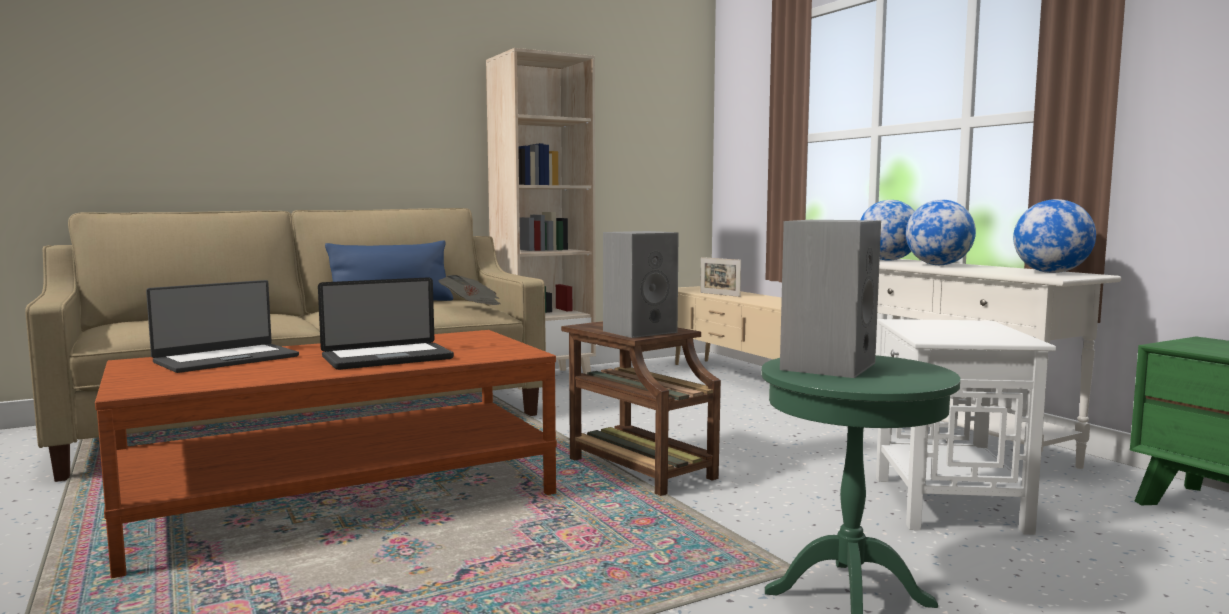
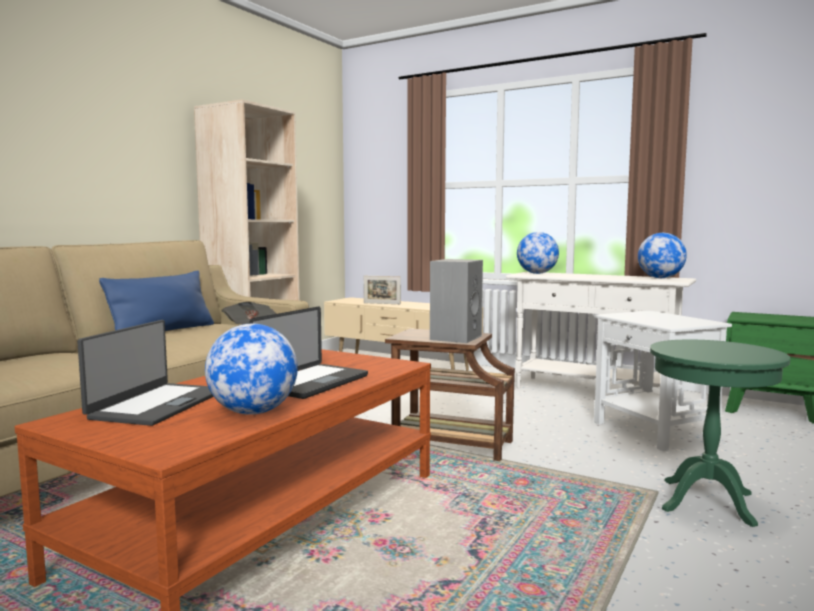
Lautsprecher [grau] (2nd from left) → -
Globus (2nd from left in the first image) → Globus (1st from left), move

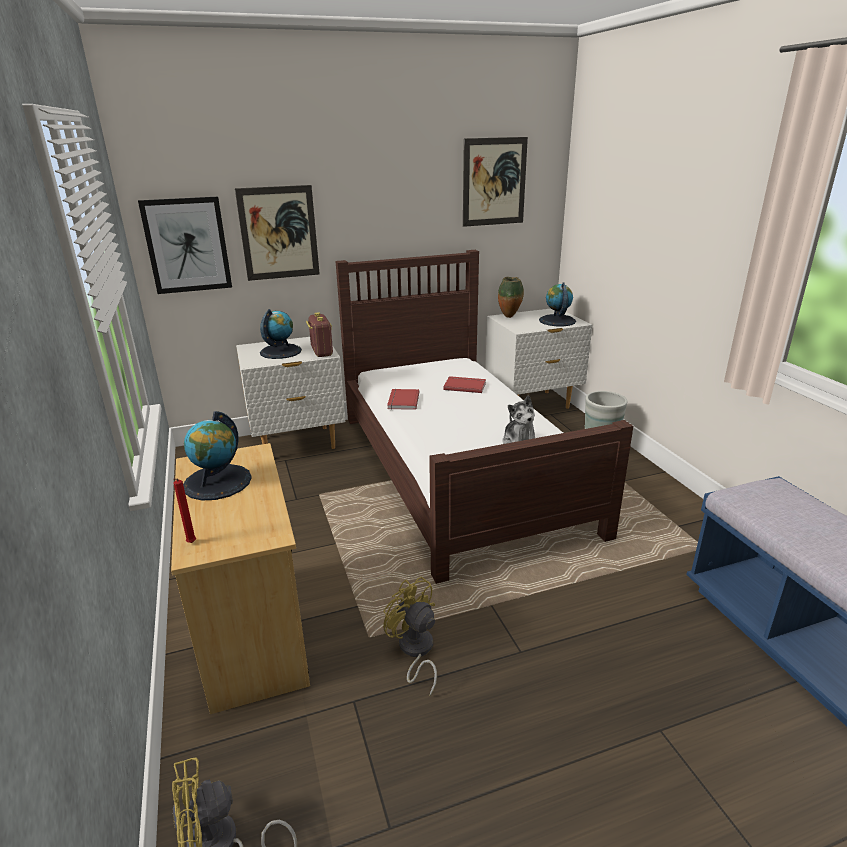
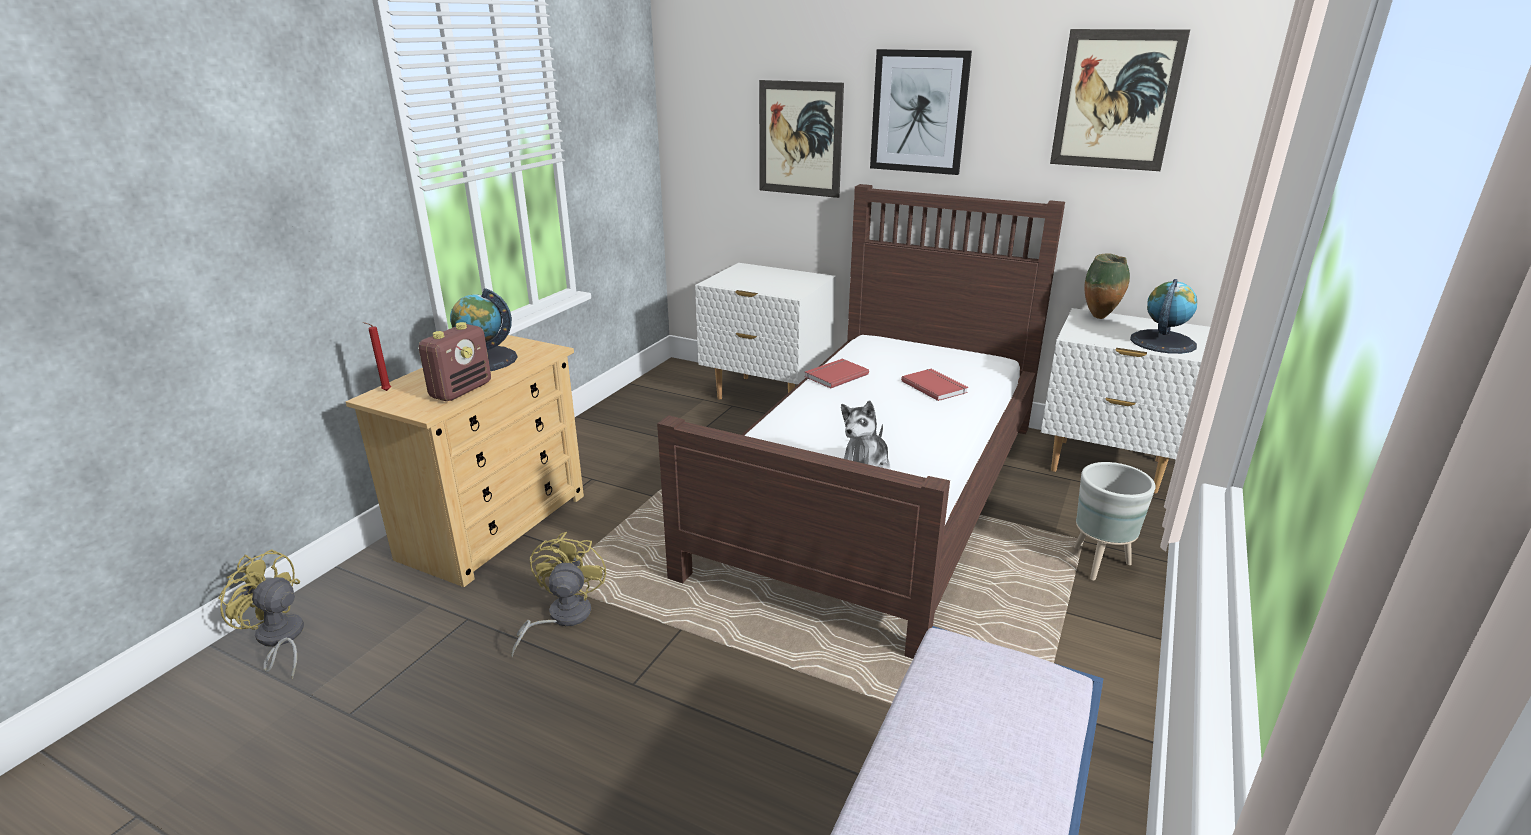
Globus (2nd from left) → -
Bild (1st from left in the first image) → Bild (2nd from left), move
Radio, move

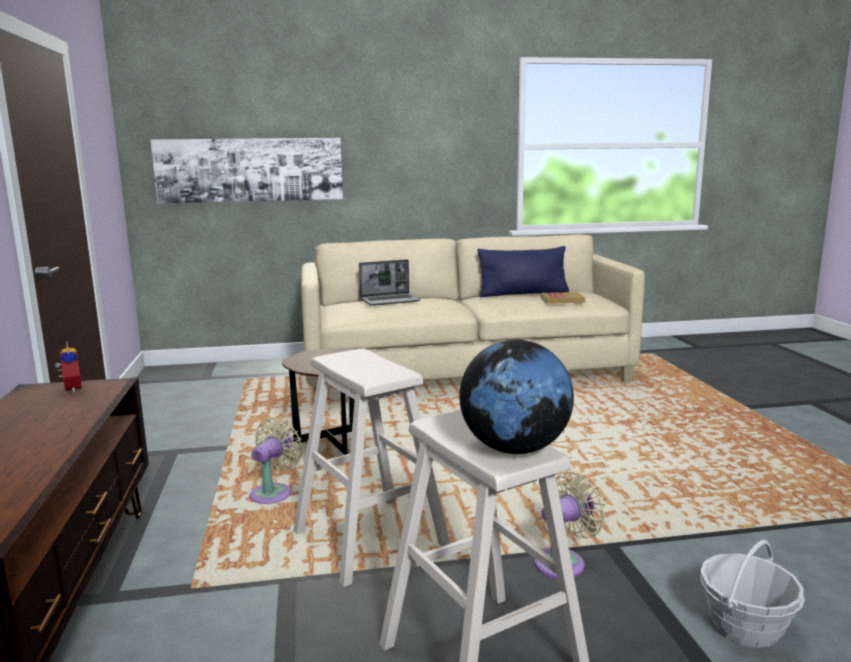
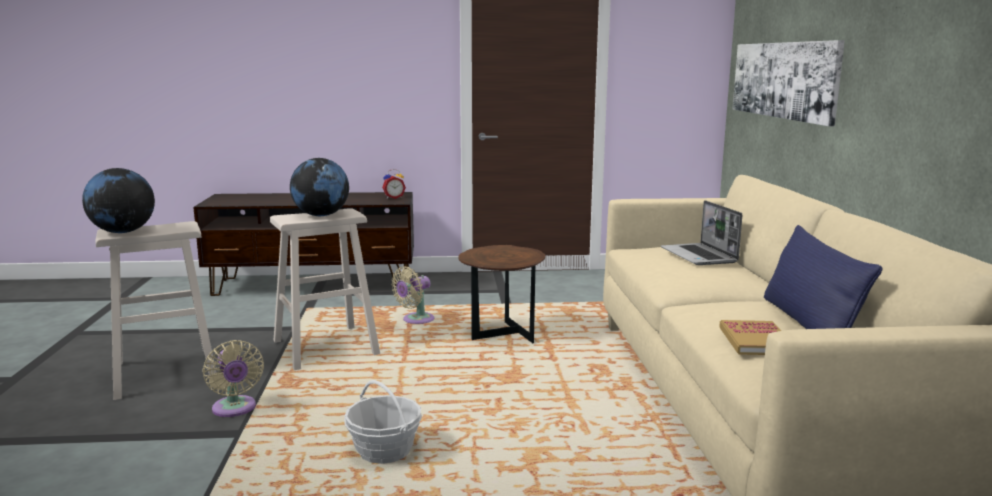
- → Globus (2nd from left)
Korb, move
Ventilator [beige] (1st from left in the first image) → Ventilator [beige] (2nd from left), 105 degrees clockwise

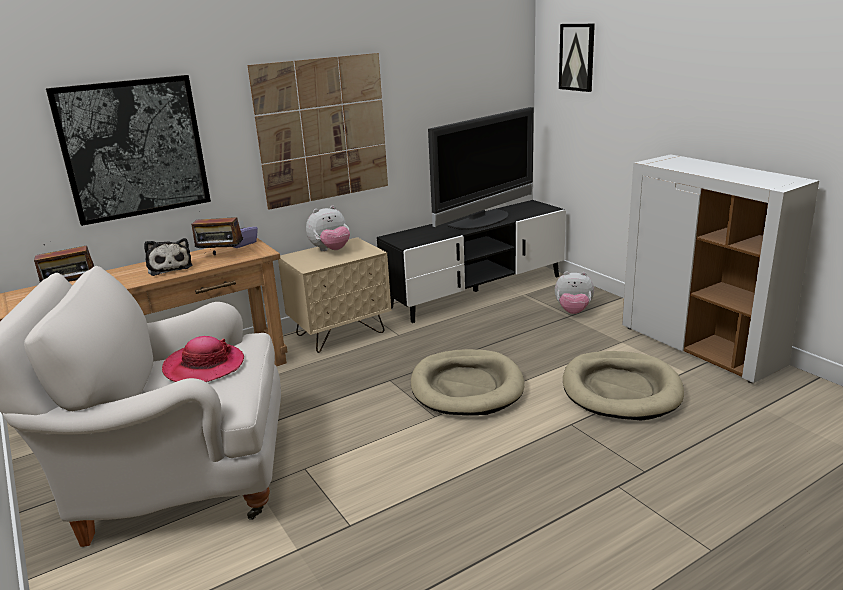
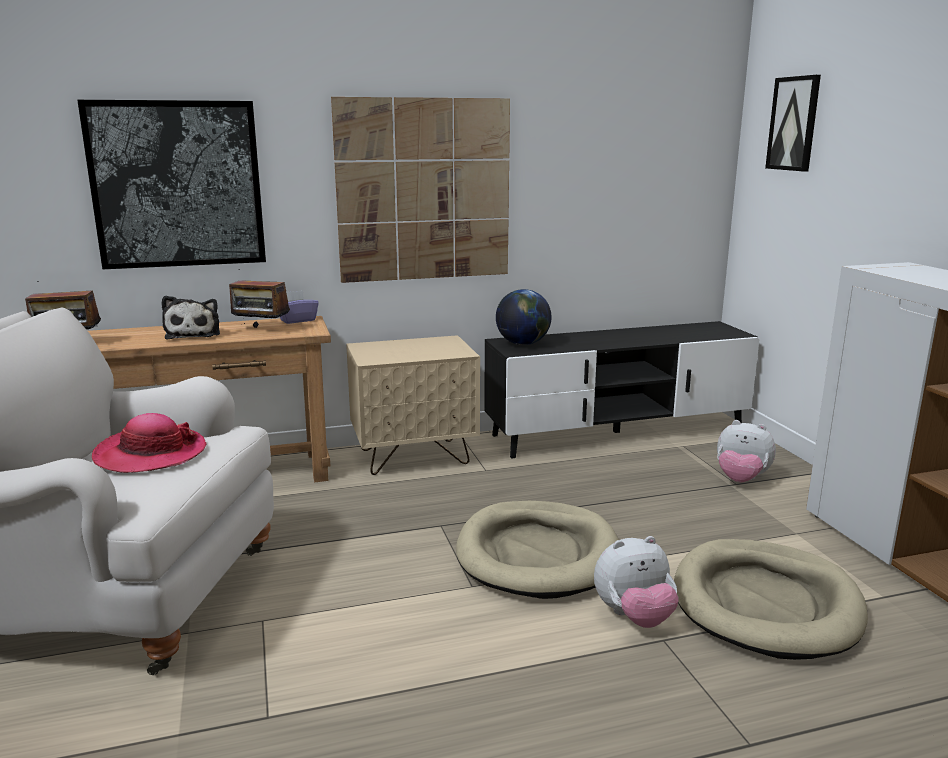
Fernseher → -
- → Globus
Plüschtier (2nd from left), move

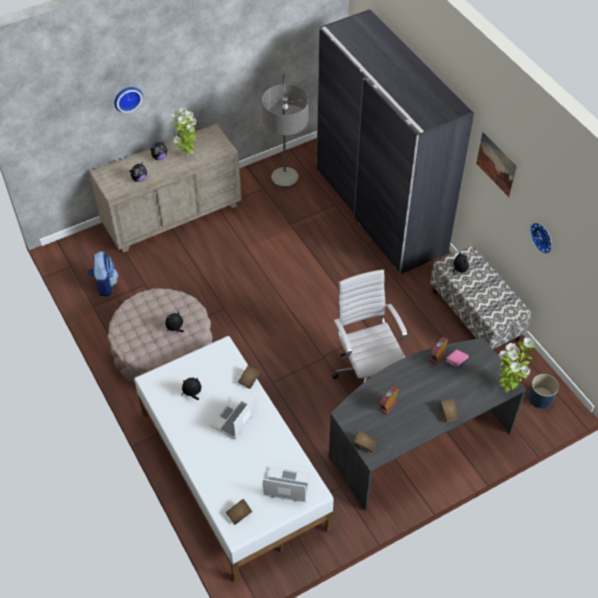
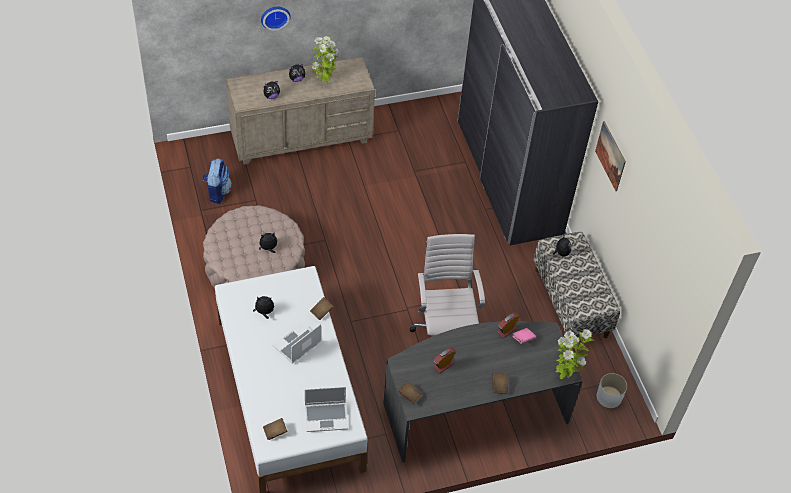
Stehlampe → -
Wanduhr (2nd from left) → -
Pflanzkübel [blau] → Pflanzkübel [weiß]
Laptop (2nd from left), 150 degrees clockwise

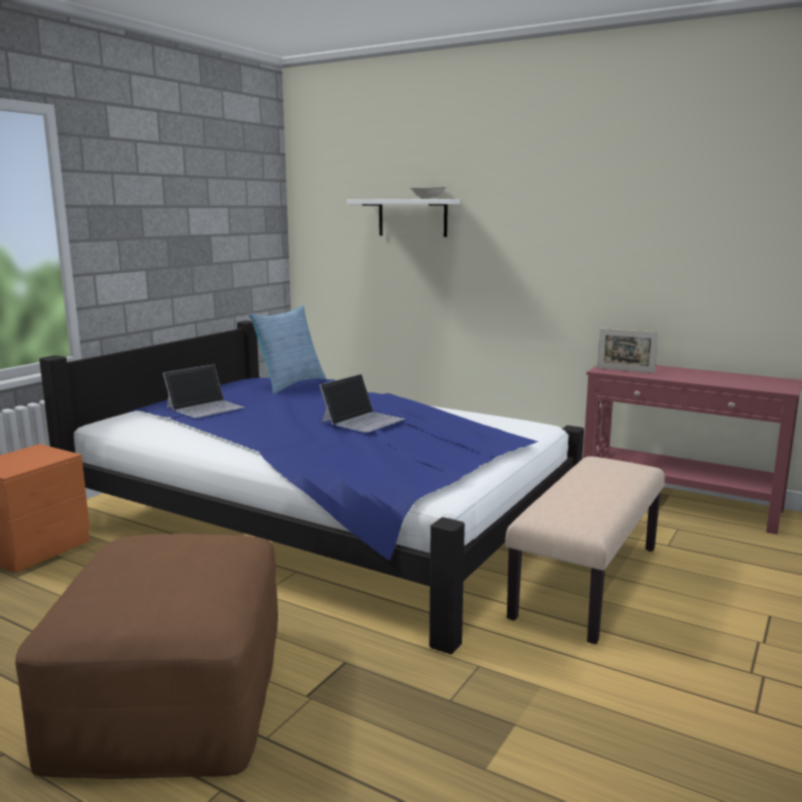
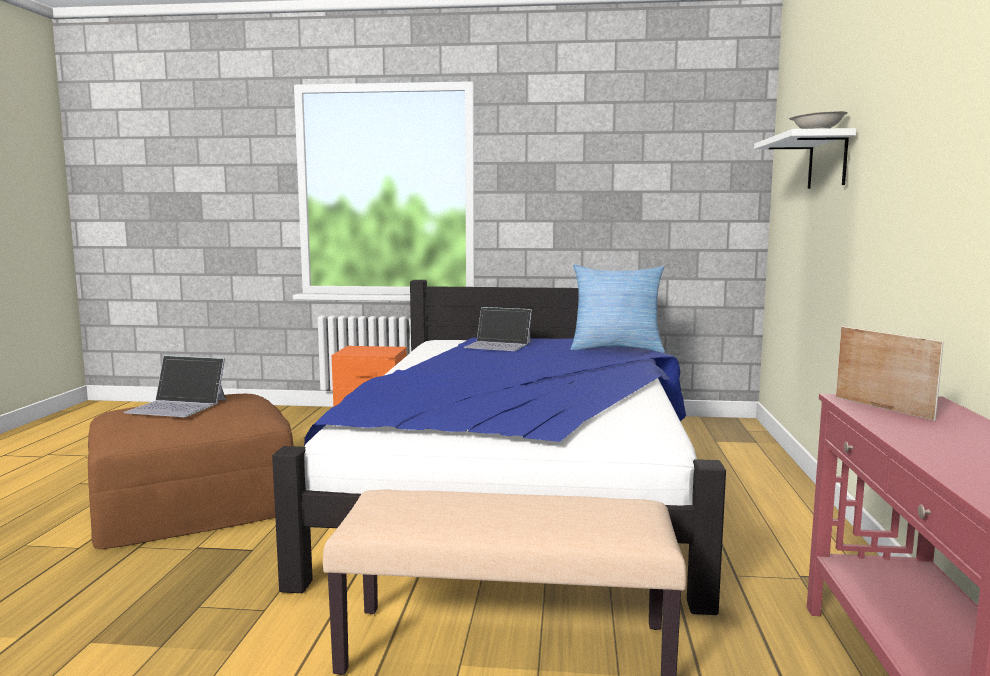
Laptop (2nd from left in the first image) → Laptop (1st from left), move
Bilderrahmen, 150 degrees clockwise

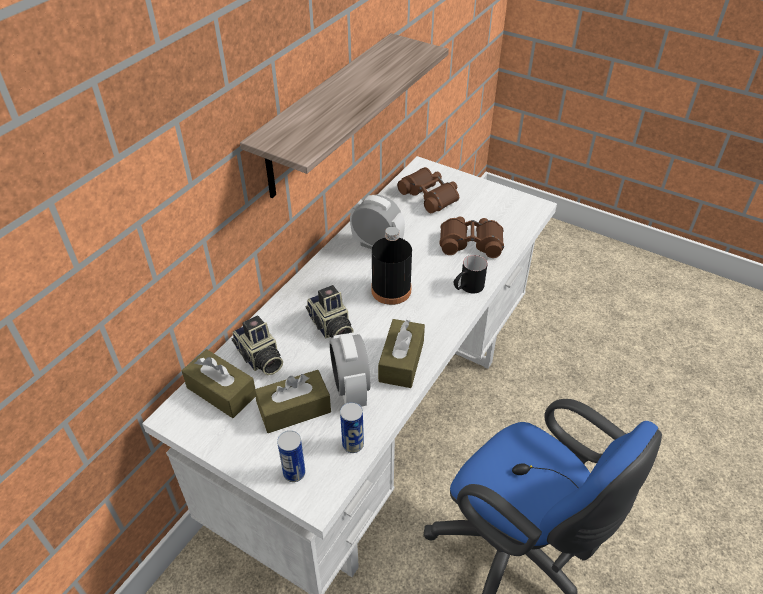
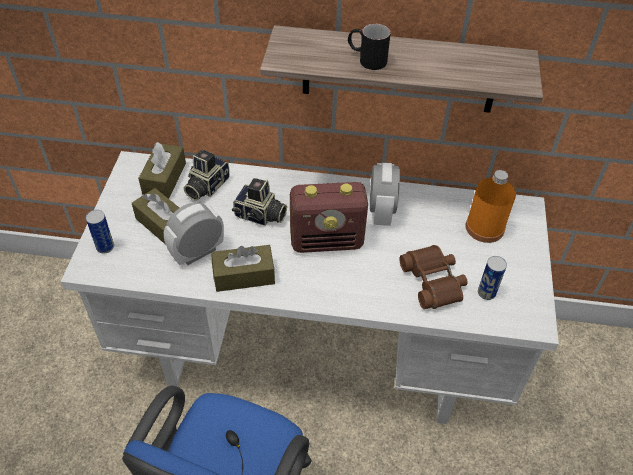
Dose (2nd from left), move
Henkelbecher [schwarz], move
Flasche [schwarz] → Radio
Fernglas [braun] (1st from left) → Flasche [orange]
Kamera (2nd from left), 105 degrees counterclockwise

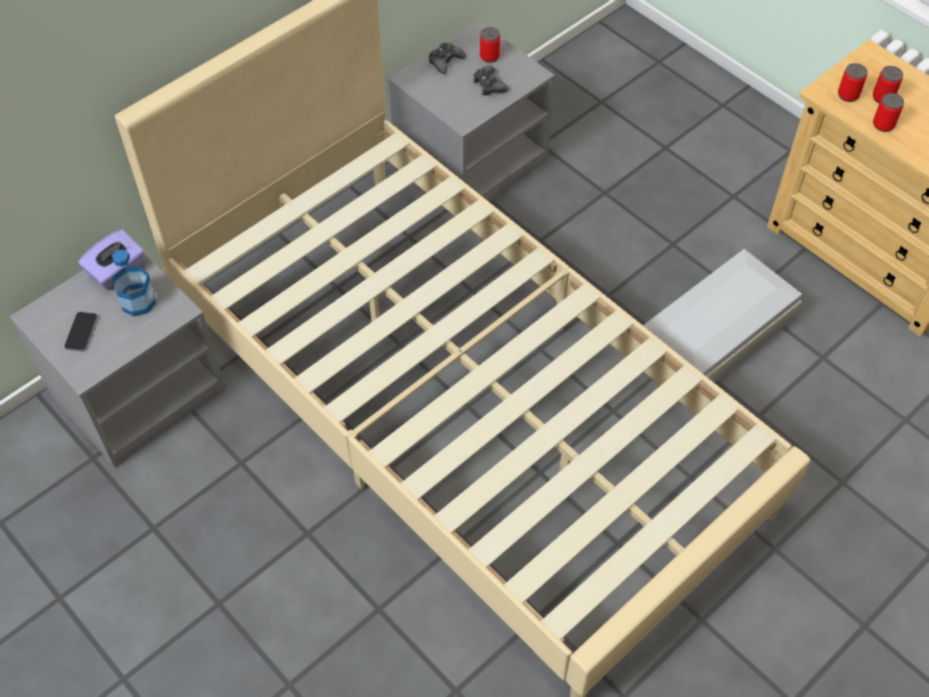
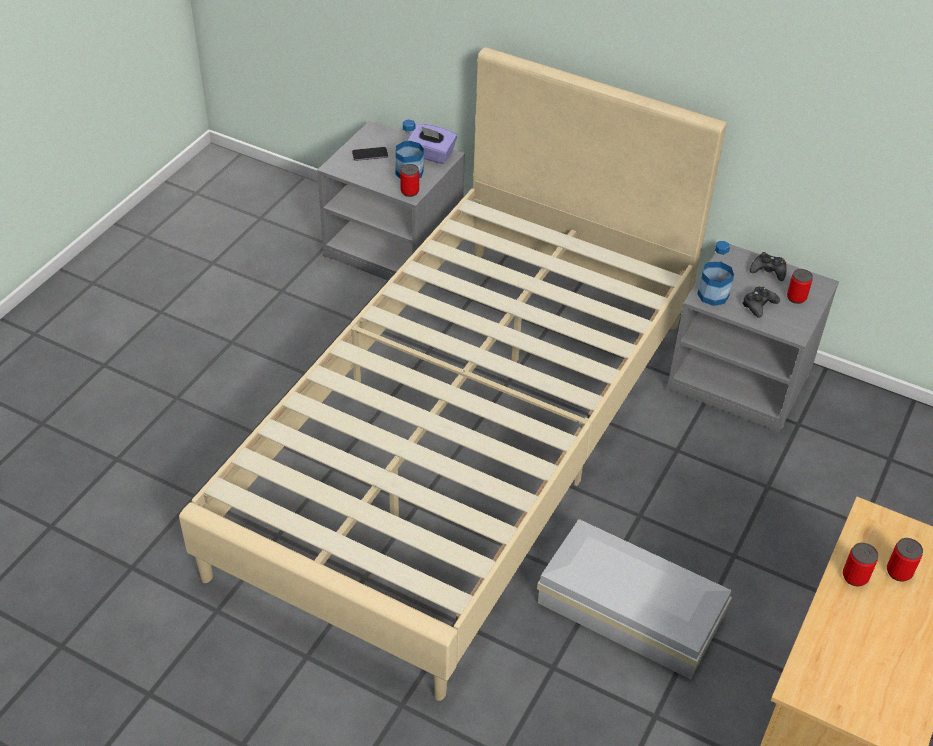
- → Flasche (2nd from left)
Dose (2nd from left in the first image) → Dose (1st from left), move

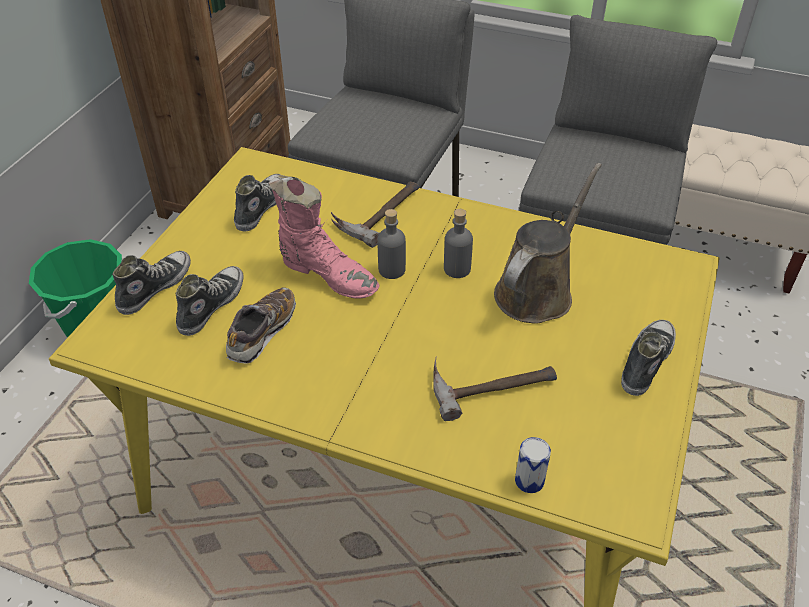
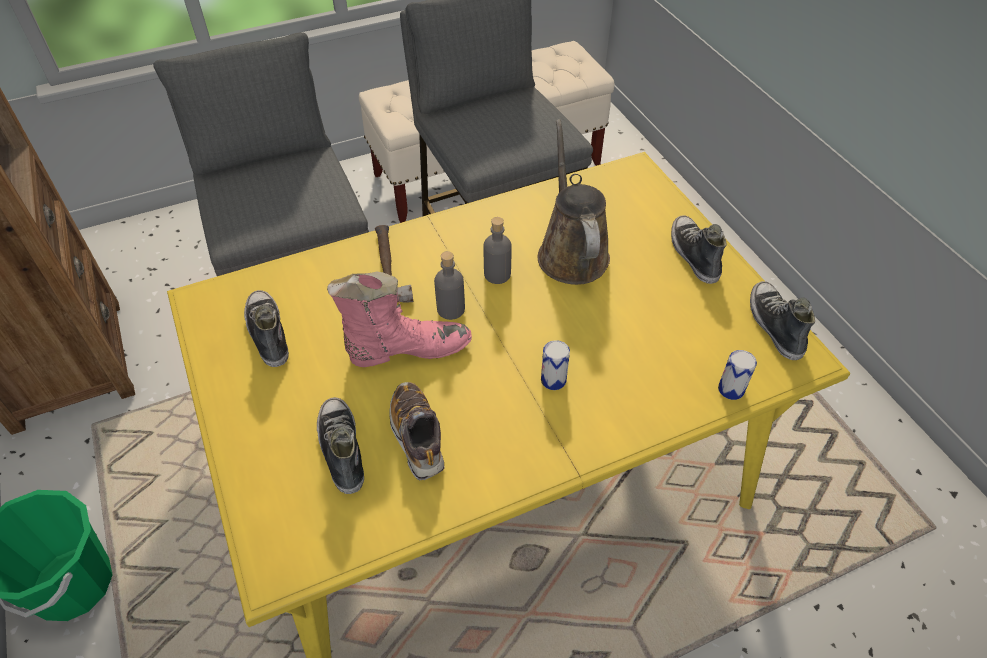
Hammer (2nd from left) → -
- → Dose (1st from left)
Schuh (1st from left in the first image) → Schuh (5th from left), move

